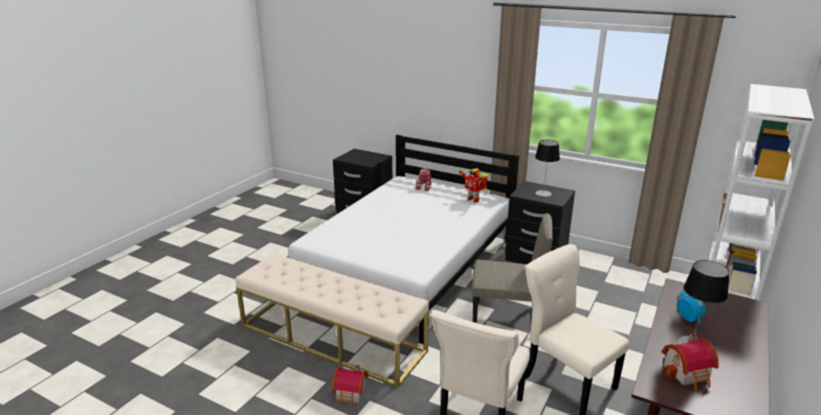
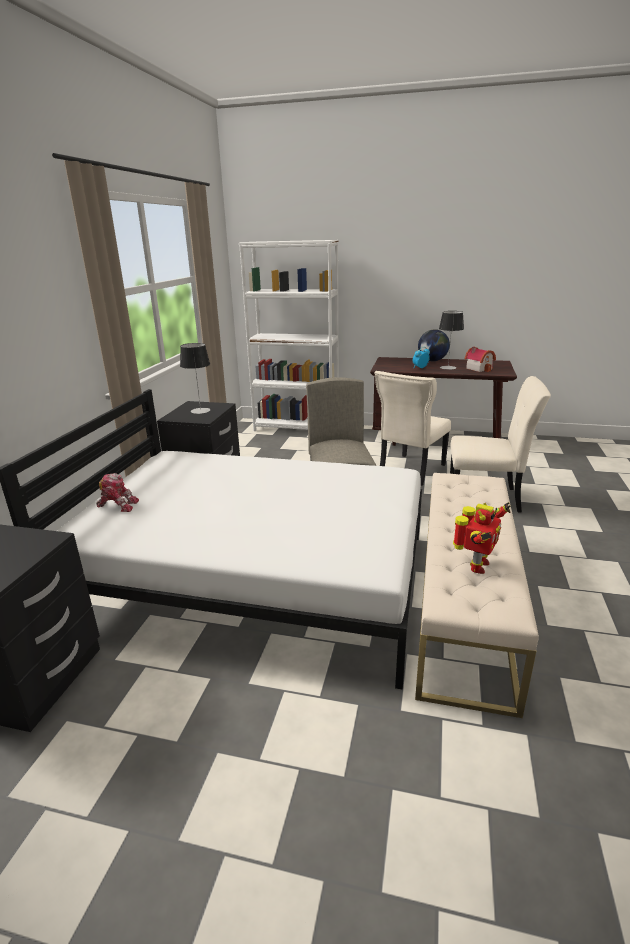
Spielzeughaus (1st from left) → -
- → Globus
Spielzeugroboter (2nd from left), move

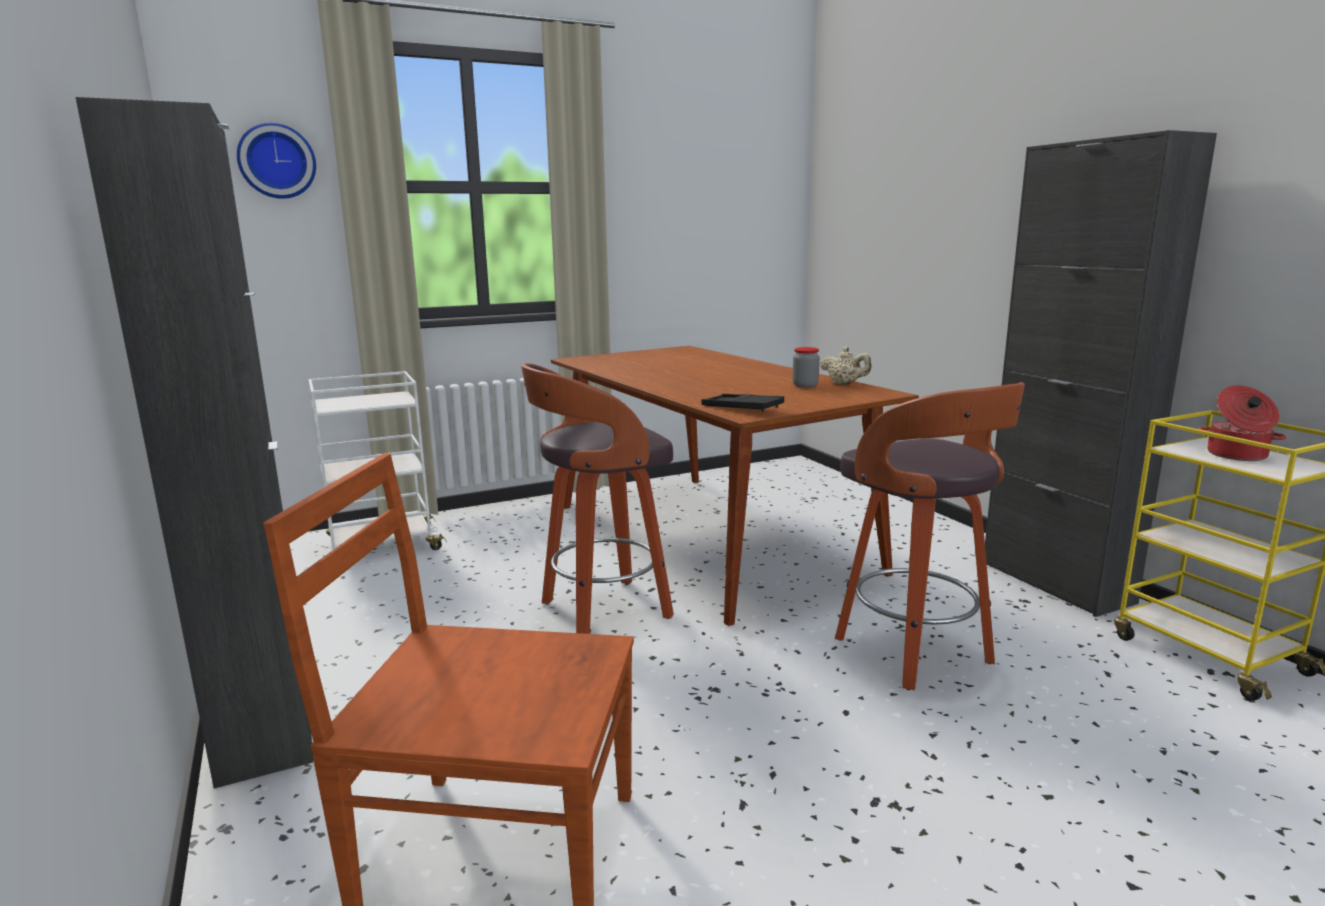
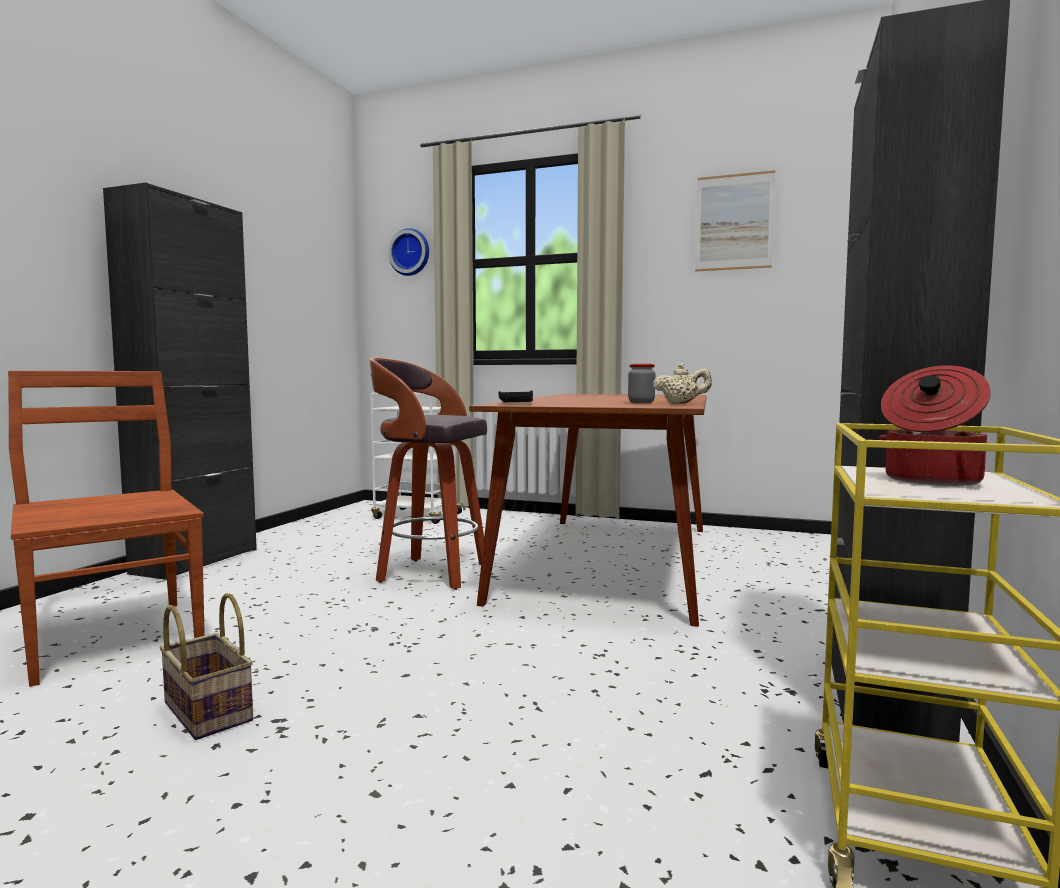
Hocker (2nd from left) → -
- → Korb
- → Bild
Teekanne [beige], 75 degrees counterclockwise

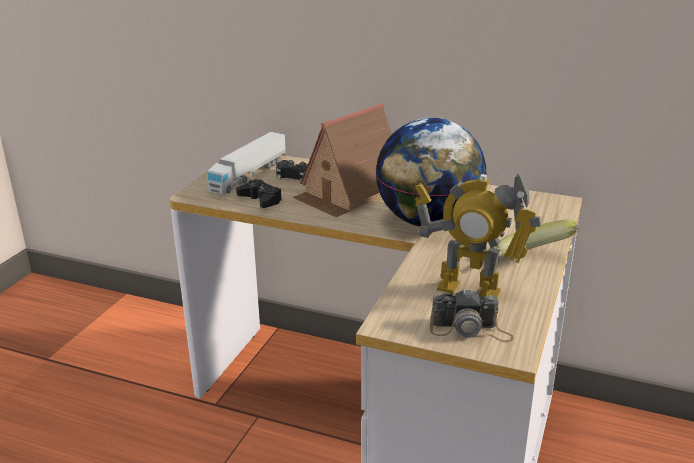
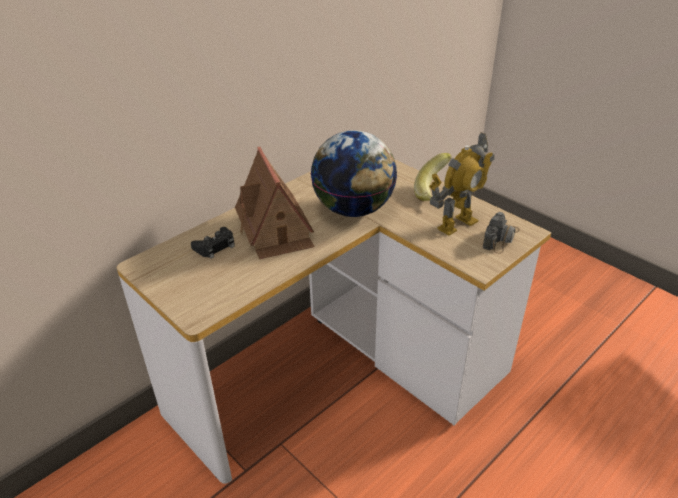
Spielzeuglaster → -
Gamepad [schwarz] (1st from left) → -

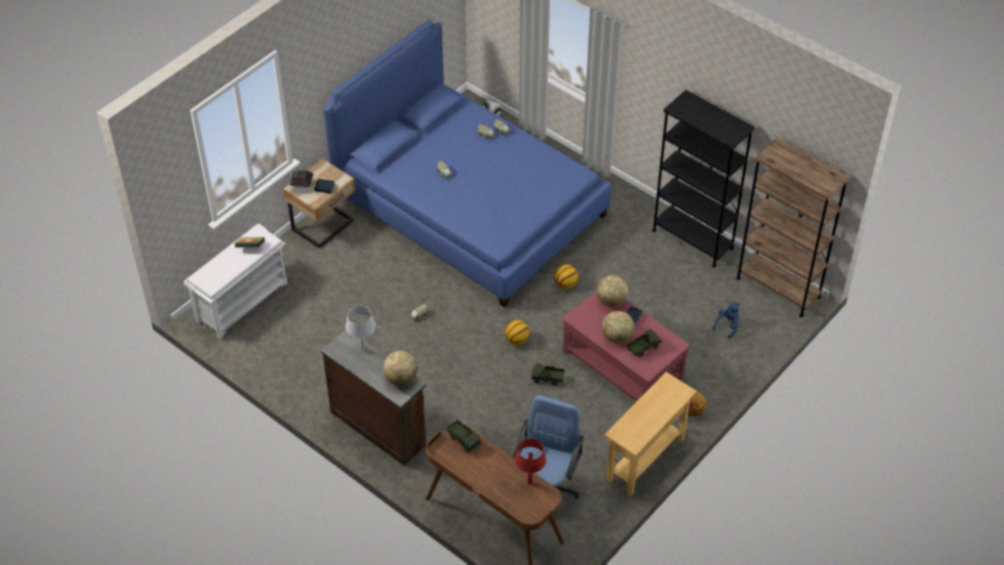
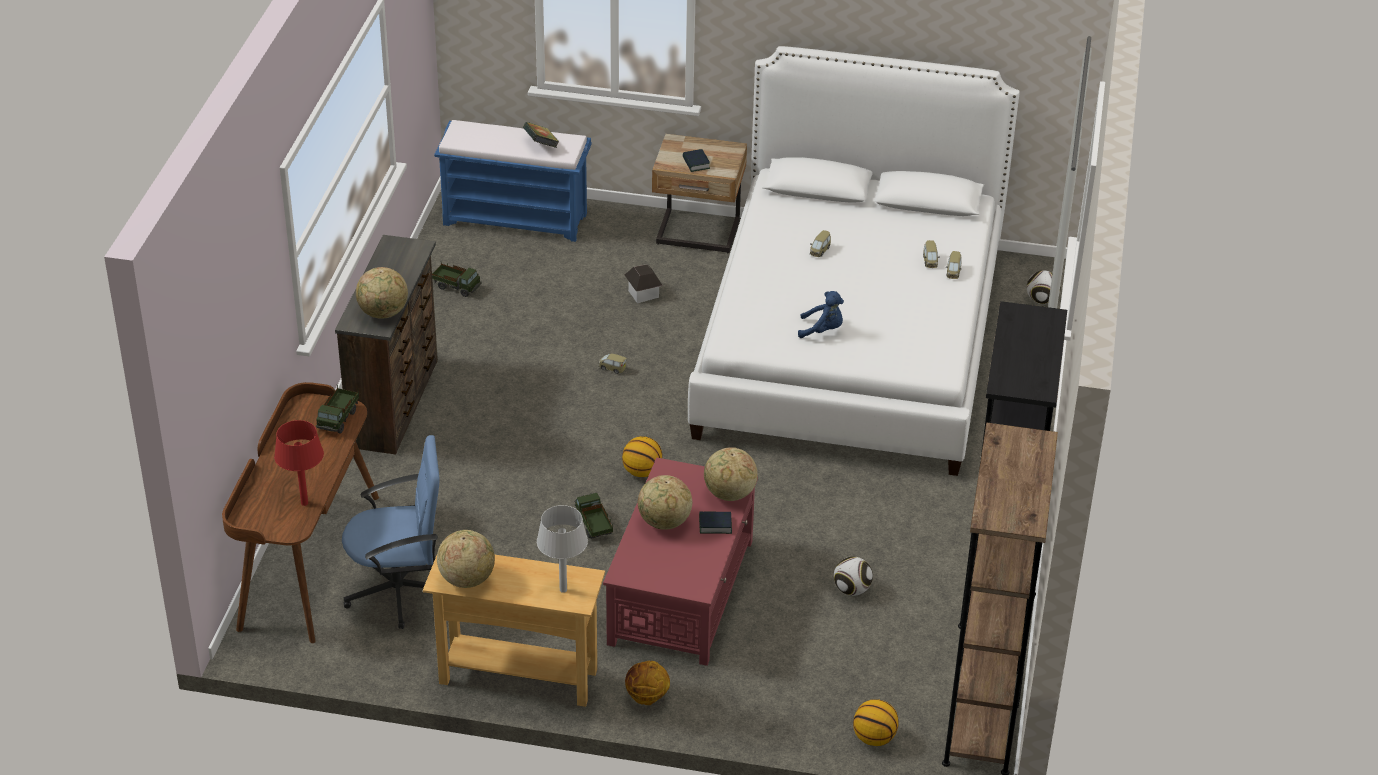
- → Globus (2nd from left)
- → Fußball (1st from left)
Spielzeughaus, move
Tischlampe [grau], move
Basketball (2nd from left in the first image) → Basketball (3rd from left), move
Spielzeuglaster (3rd from left in the first image) → Spielzeuglaster (2nd from left), move
Plüschtier [blau], move
Bank [weiß] → Bank [blau]
Bett [blau] → Bett [weiß]

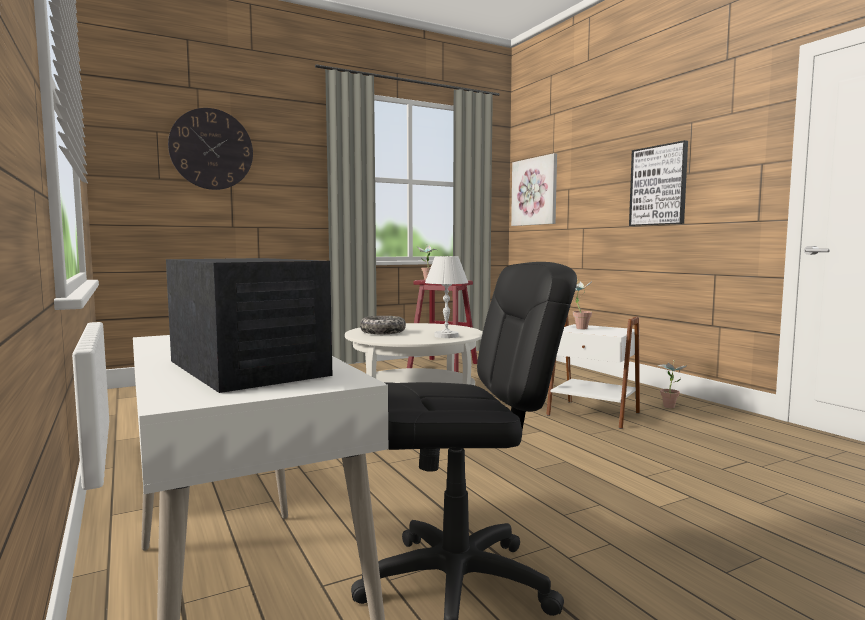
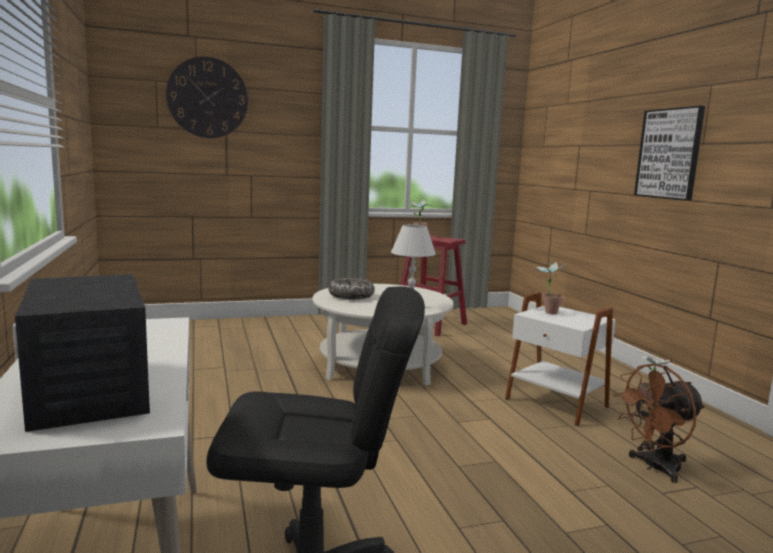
Bild (1st from left) → -
- → Ventilator [braun]

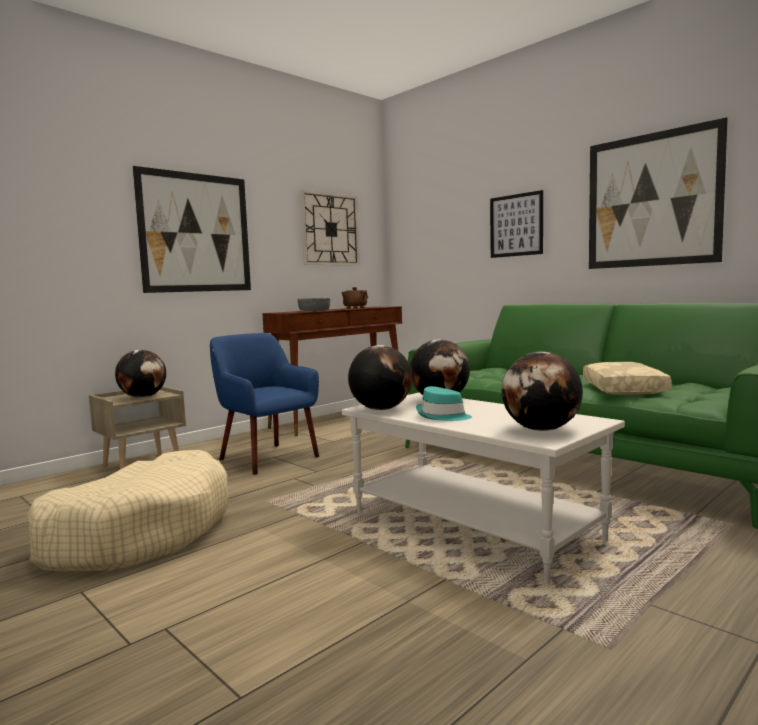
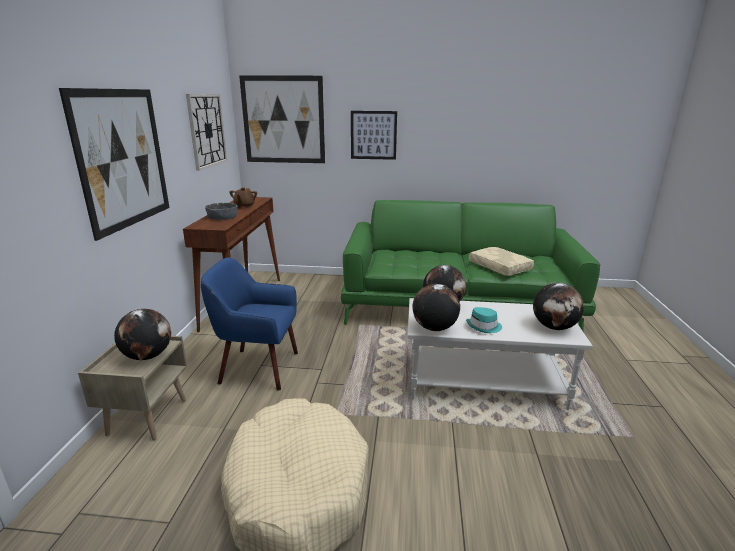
Bild (3rd from left in the first image) → Bild (2nd from left), move

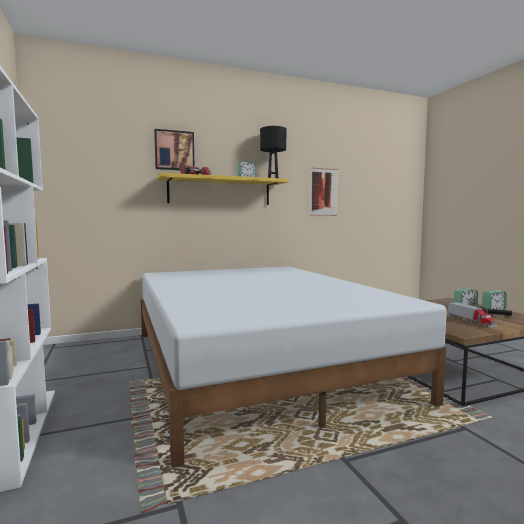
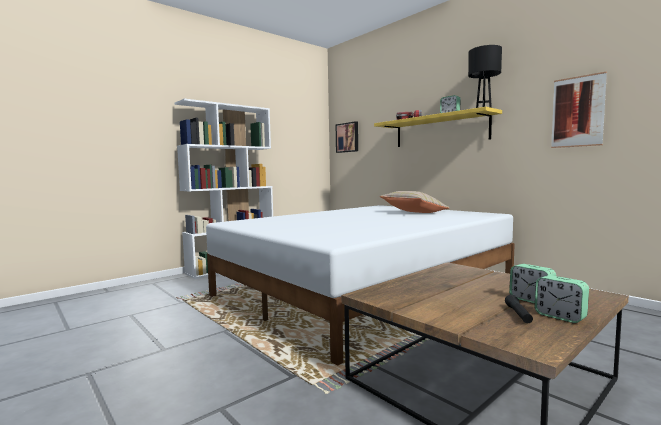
Spielzeuglaster → -
- → Kissen [beige]
Bild (1st from left), move

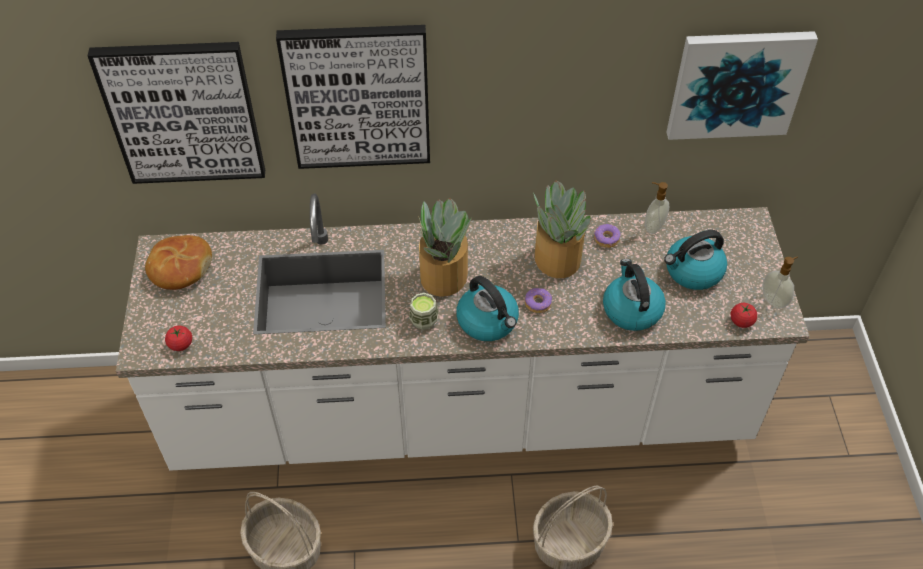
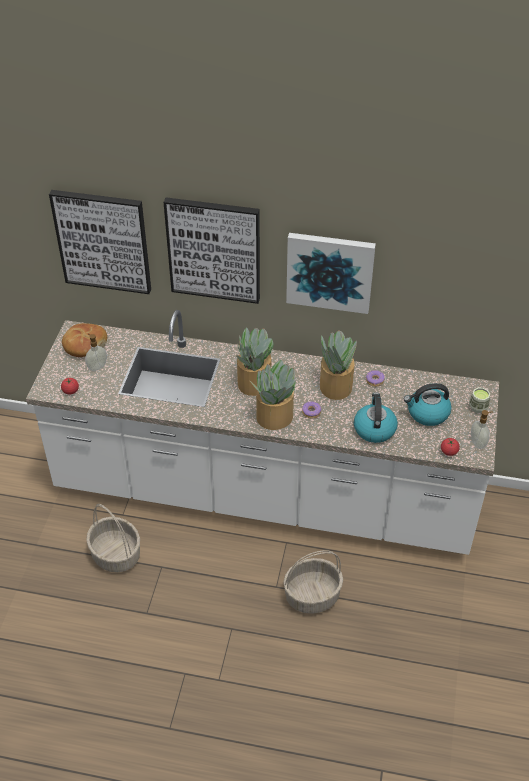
Tasse, move
Seifenspender (1st from left), move
Bild (3rd from left), move
Wasserkessel (1st from left) → Topfpflanze (2nd from left)

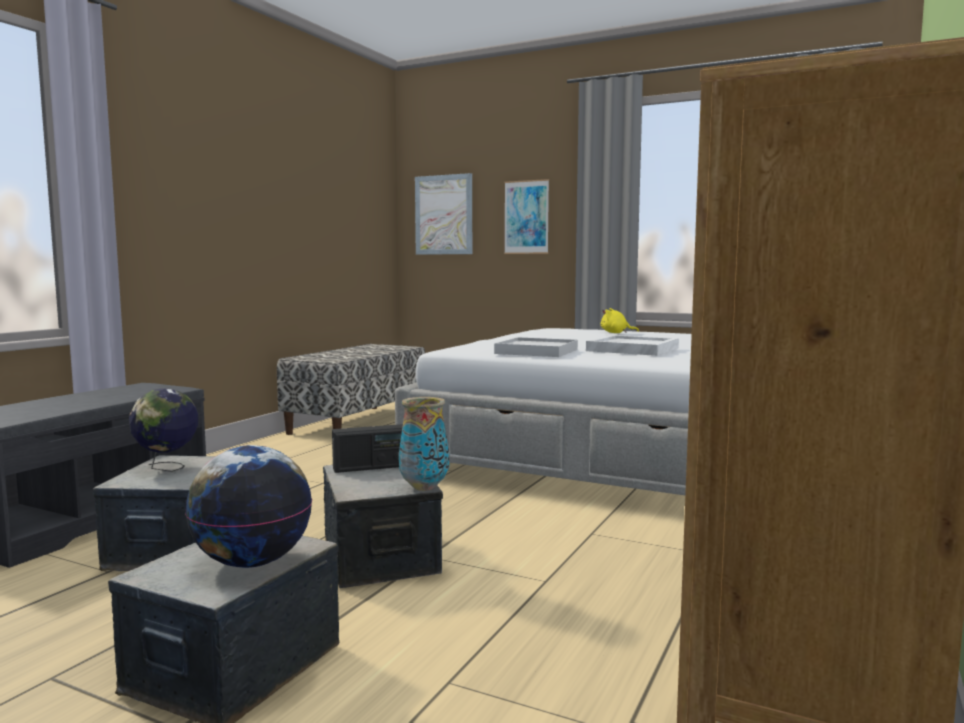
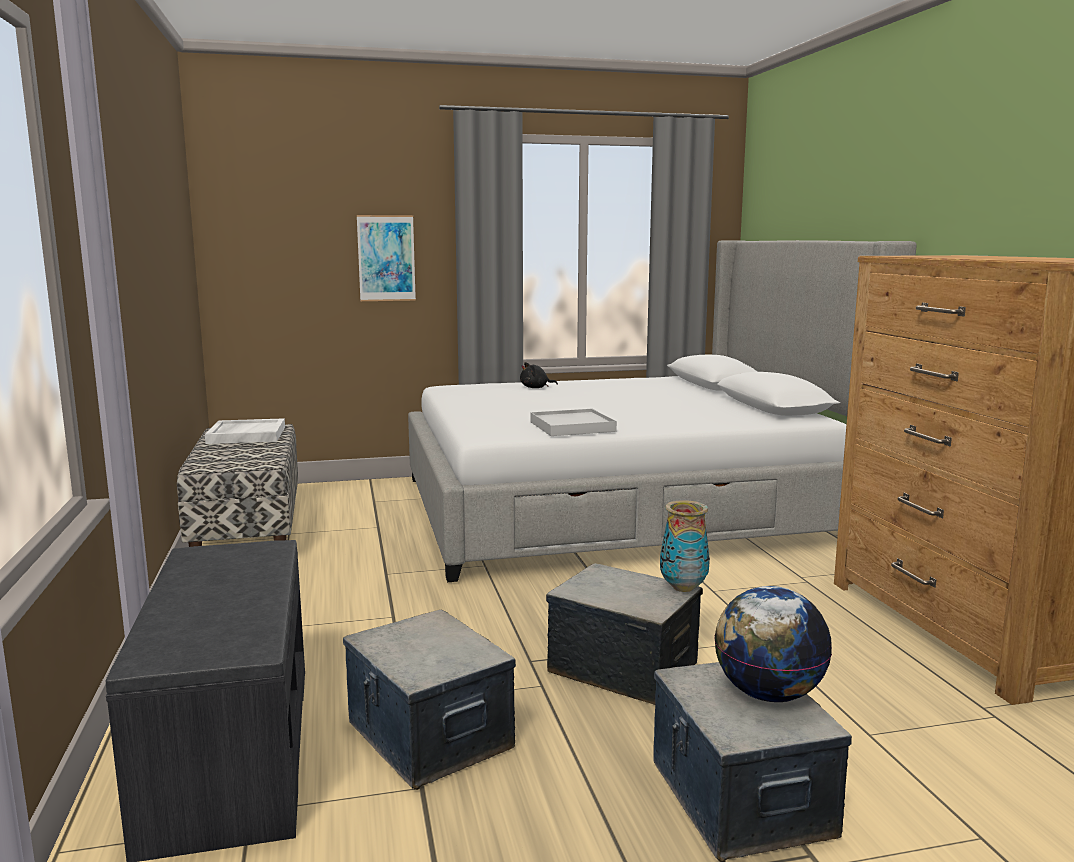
Globus (1st from left) → -
Radio → -
Bild (1st from left) → -
Tablett [weiß] (2nd from left in the first image) → Tablett [weiß] (1st from left), move
Plüschtier [gelb] → Plüschtier [schwarz]

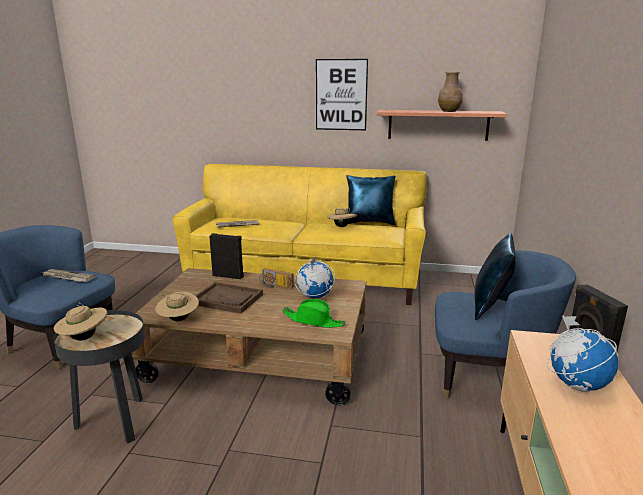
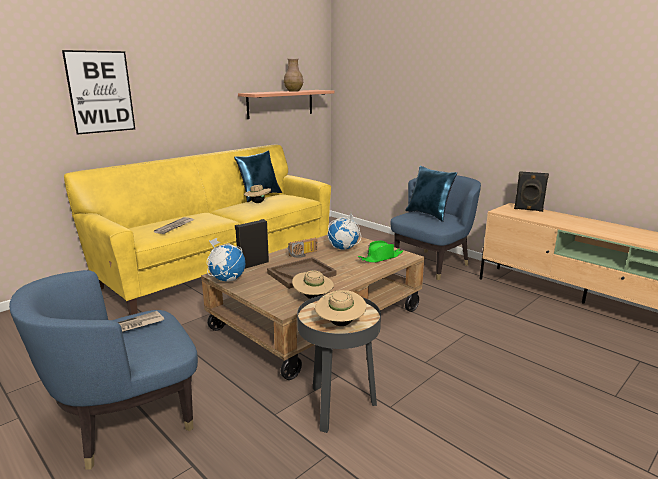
Bild, move
Globus (2nd from left in the first image) → Globus (1st from left), move

